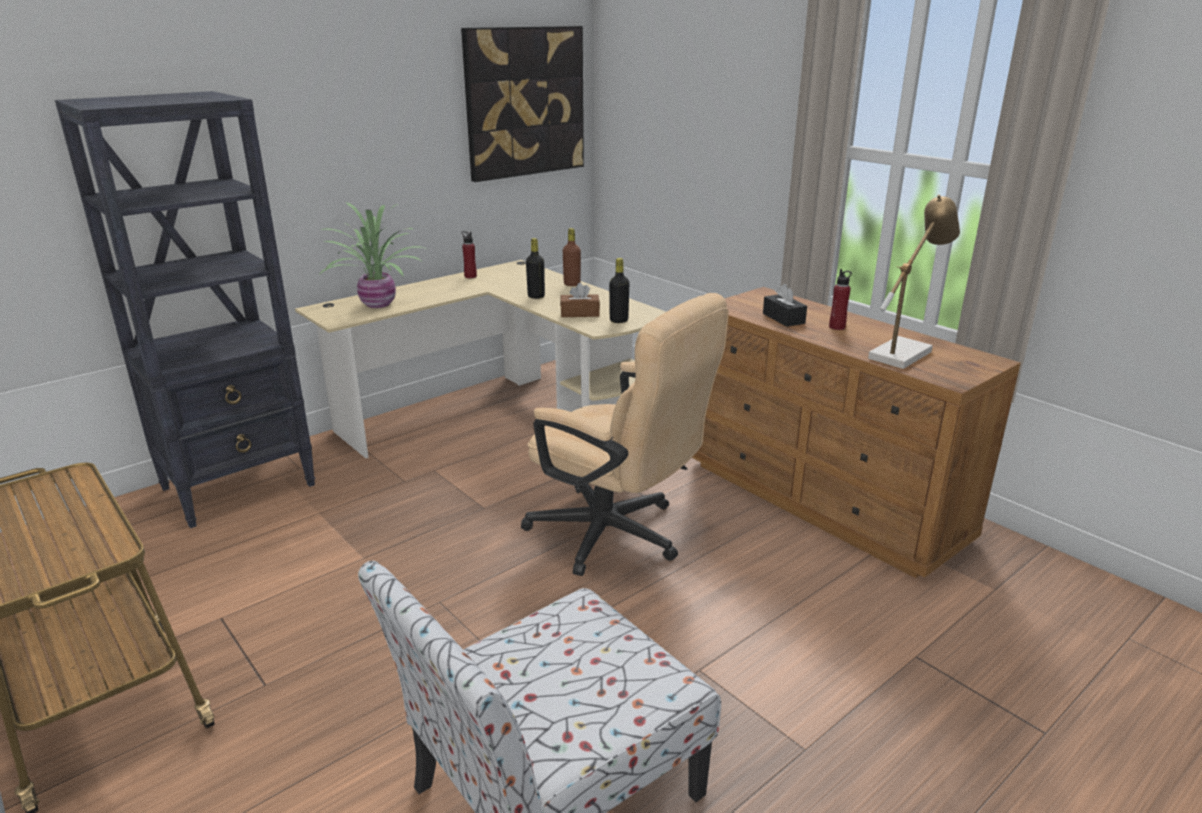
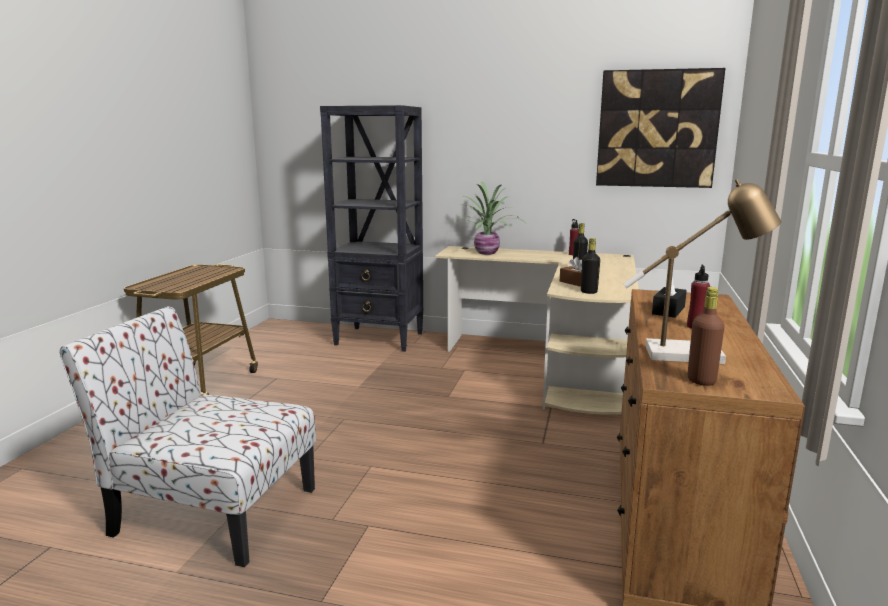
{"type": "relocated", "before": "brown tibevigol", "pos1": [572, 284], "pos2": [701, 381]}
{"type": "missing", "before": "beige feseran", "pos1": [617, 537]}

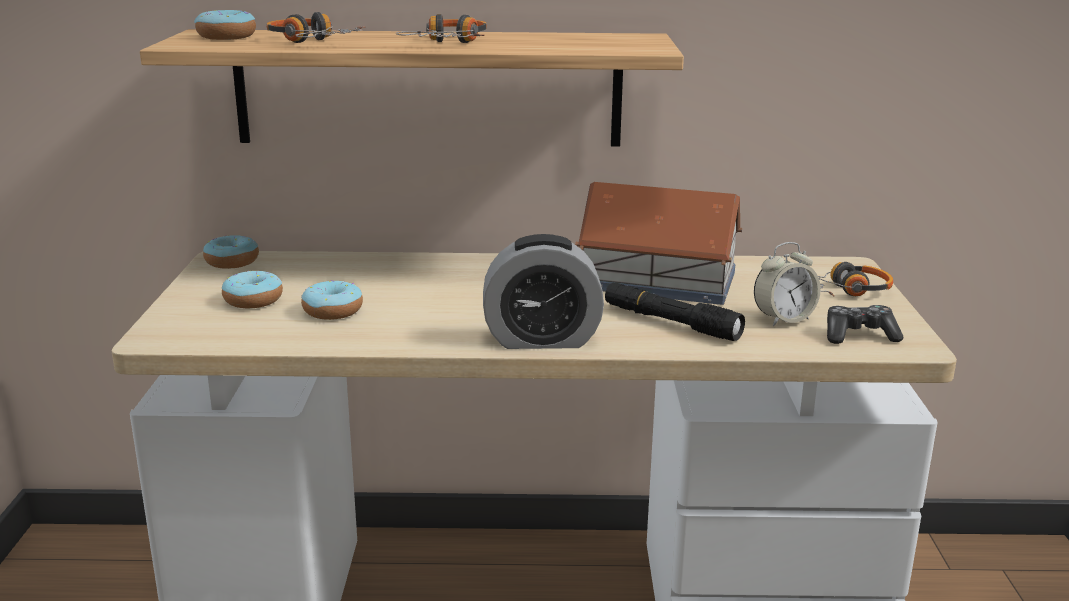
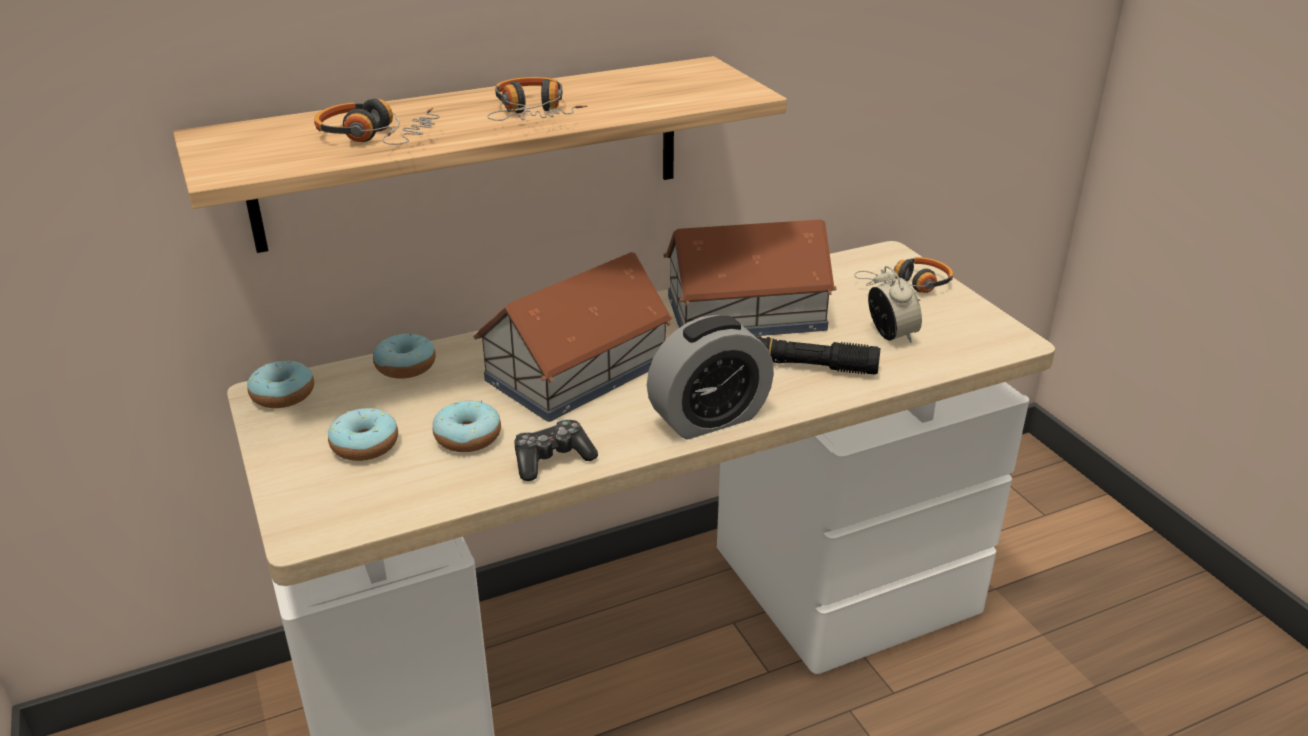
{"type": "relocated", "before": "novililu", "pos1": [226, 37], "pos2": [405, 366]}
{"type": "appeared", "after": "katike", "pos2": [579, 370]}
{"type": "relocated", "before": "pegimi", "pos1": [859, 335], "pos2": [552, 459]}
{"type": "spun", "before": "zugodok", "pos1": [783, 319], "pos2": [891, 335], "turn": -60}

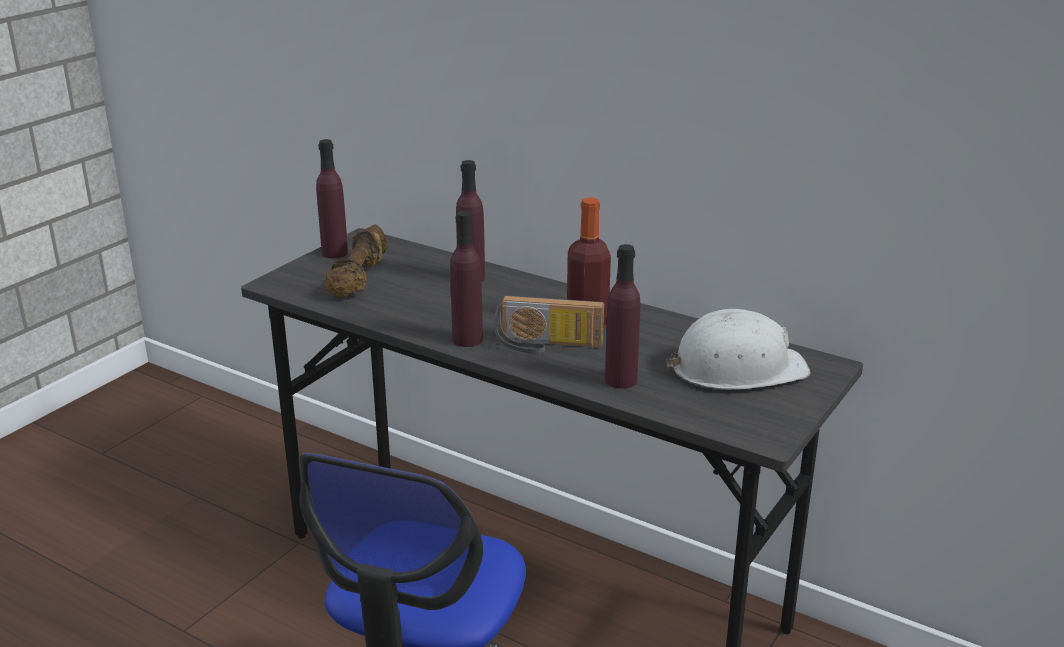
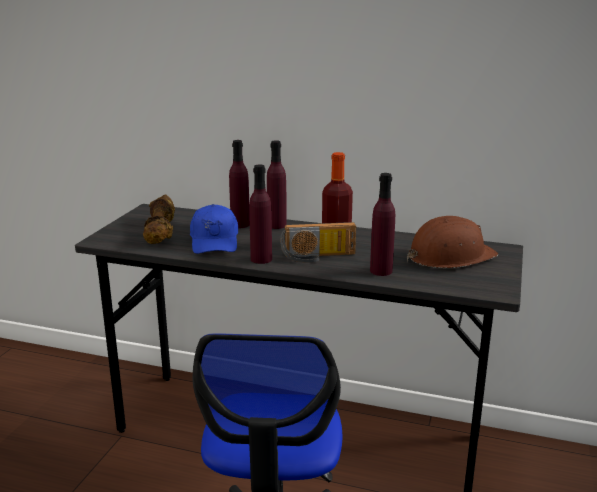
{"type": "appeared", "after": "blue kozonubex", "pos2": [215, 241]}
{"type": "relocated", "before": "purple tibevigol", "pos1": [335, 253], "pos2": [276, 225]}
{"type": "colour", "before": "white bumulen", "after": "brown bumulen", "pos1": [737, 368], "pos2": [449, 256]}

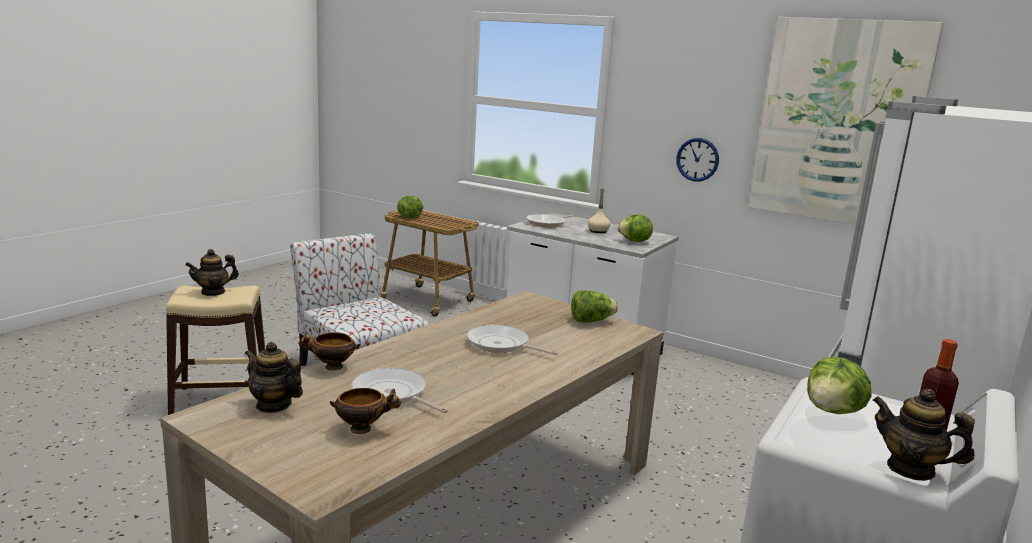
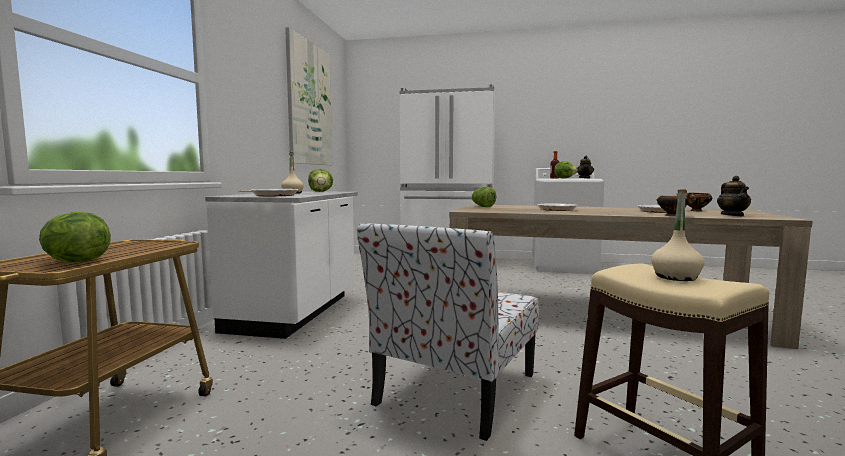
{"type": "exchanged", "before": "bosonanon", "after": "beige tibevigol", "pos1": [213, 292], "pos2": [675, 277]}
{"type": "missing", "before": "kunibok", "pos1": [697, 159]}

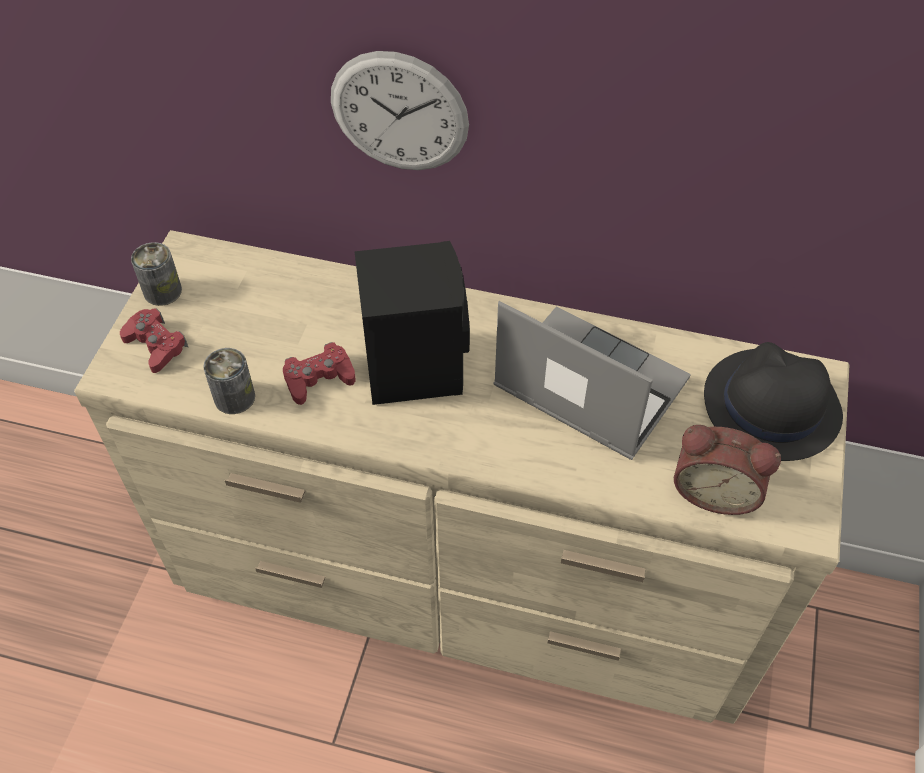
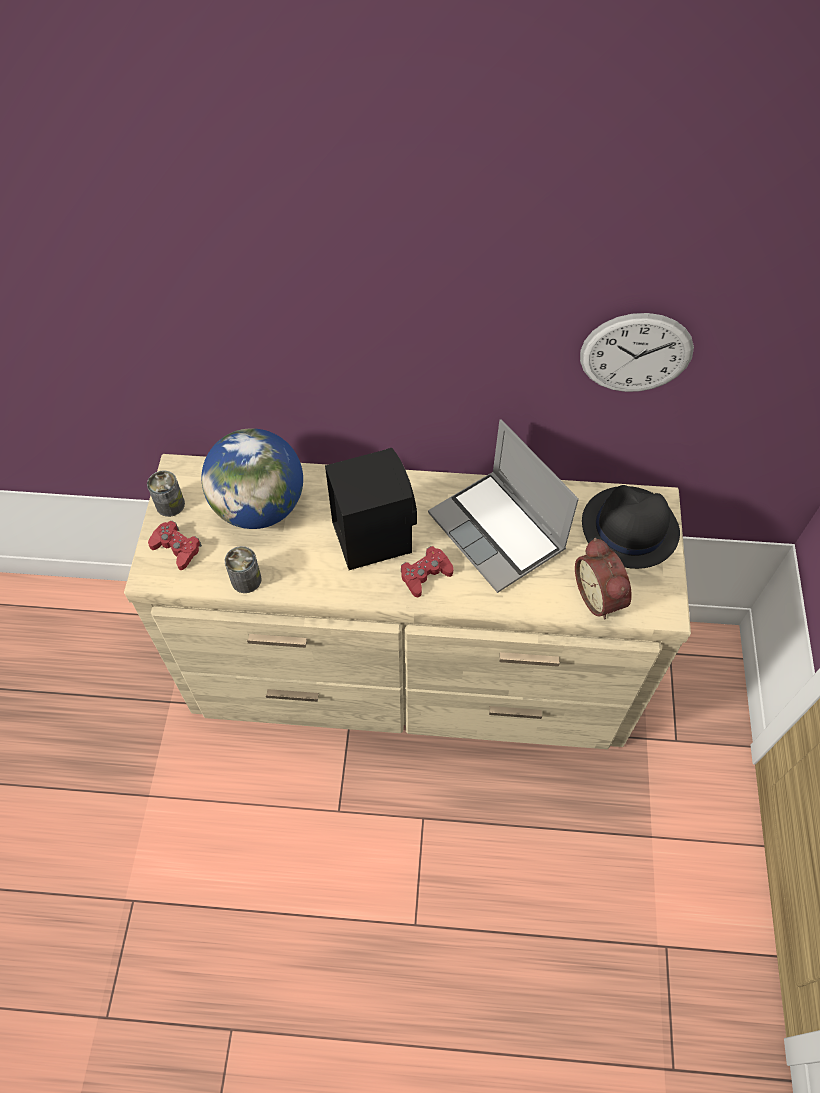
{"type": "appeared", "after": "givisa", "pos2": [259, 506]}
{"type": "relocated", "before": "red pegimi", "pos1": [319, 378], "pos2": [425, 574]}
{"type": "spun", "before": "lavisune", "pos1": [587, 385], "pos2": [499, 532], "turn": -150}
{"type": "spun", "before": "zugodok", "pos1": [715, 489], "pos2": [600, 596], "turn": 60}
{"type": "relocated", "before": "kunibok", "pos1": [399, 113], "pos2": [636, 353]}

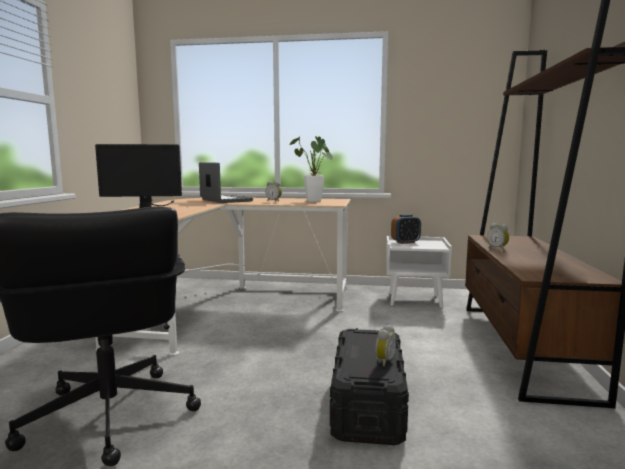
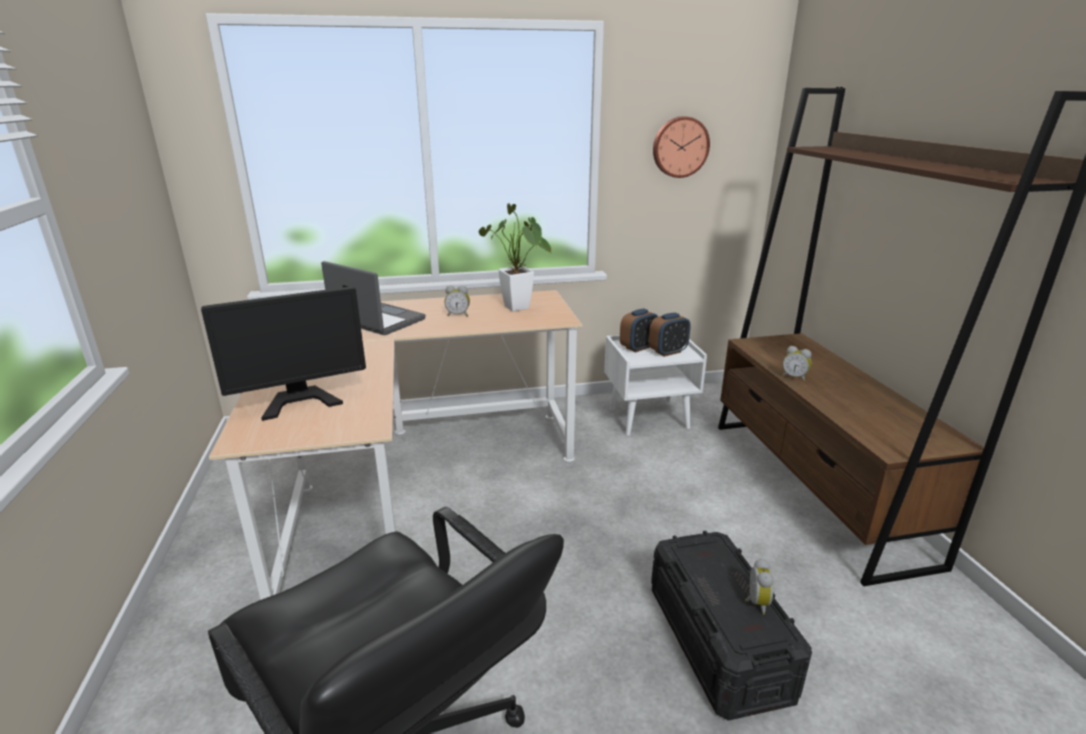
{"type": "appeared", "after": "zugodok", "pos2": [668, 352]}
{"type": "appeared", "after": "kunibok", "pos2": [680, 147]}

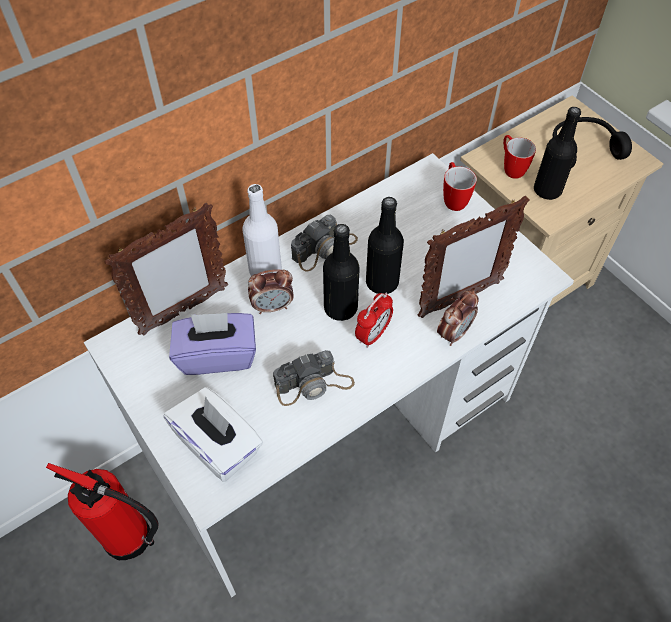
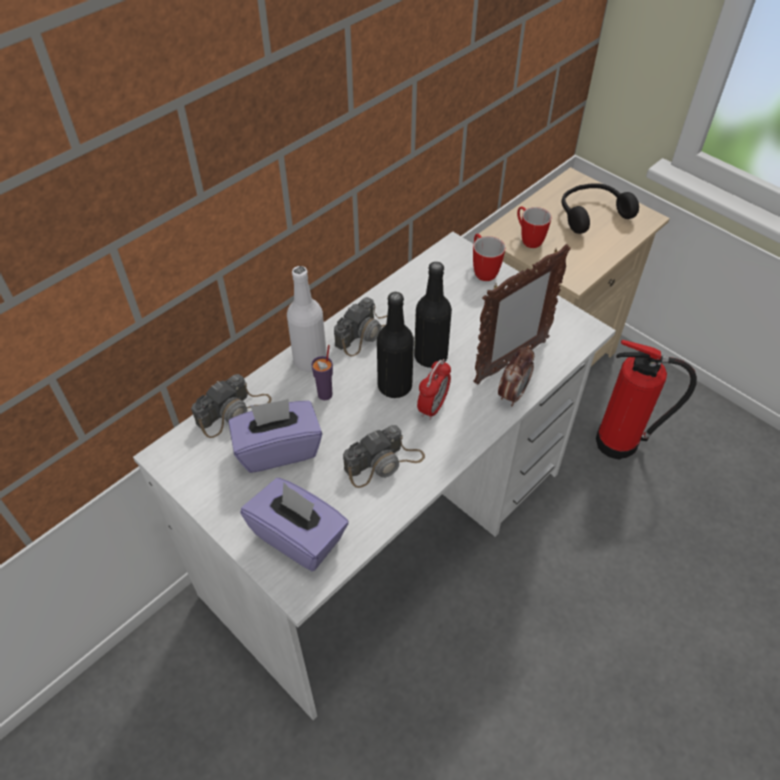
{"type": "exchanged", "before": "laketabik", "after": "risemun", "pos1": [183, 311], "pos2": [233, 411]}
{"type": "colour", "before": "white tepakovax", "after": "purple tepakovax", "pos1": [219, 445], "pos2": [299, 536]}
{"type": "exchanged", "before": "zugodok", "after": "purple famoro", "pos1": [273, 306], "pos2": [325, 394]}
{"type": "relocated", "before": "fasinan", "pos1": [131, 539], "pos2": [621, 443]}
{"type": "missing", "before": "black tibevigol", "pos1": [547, 190]}

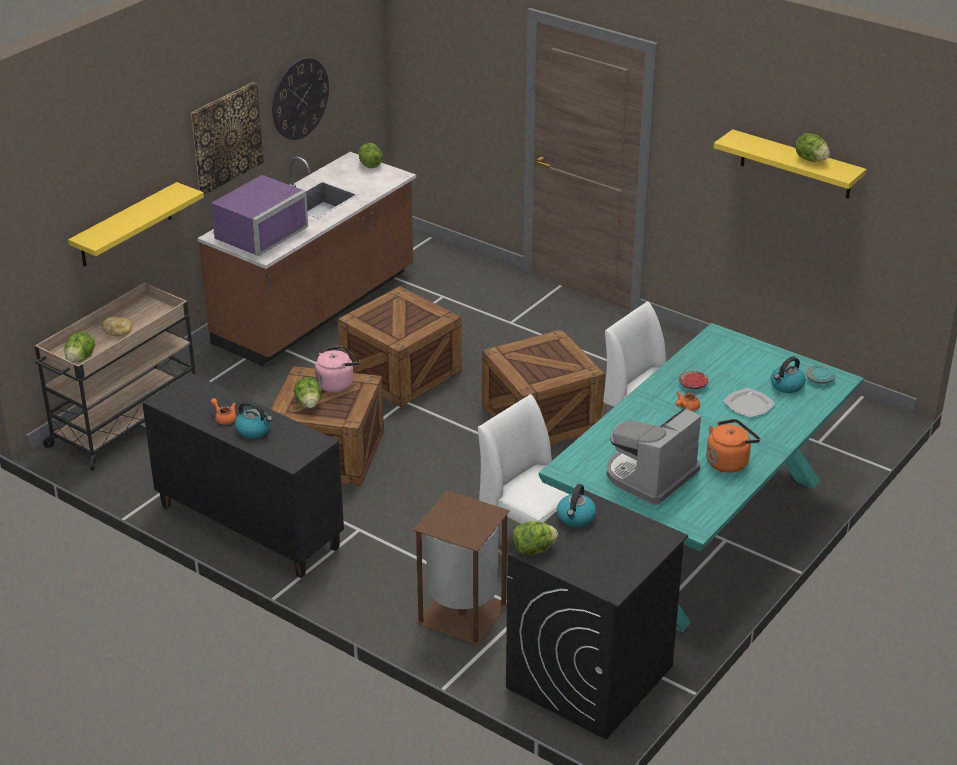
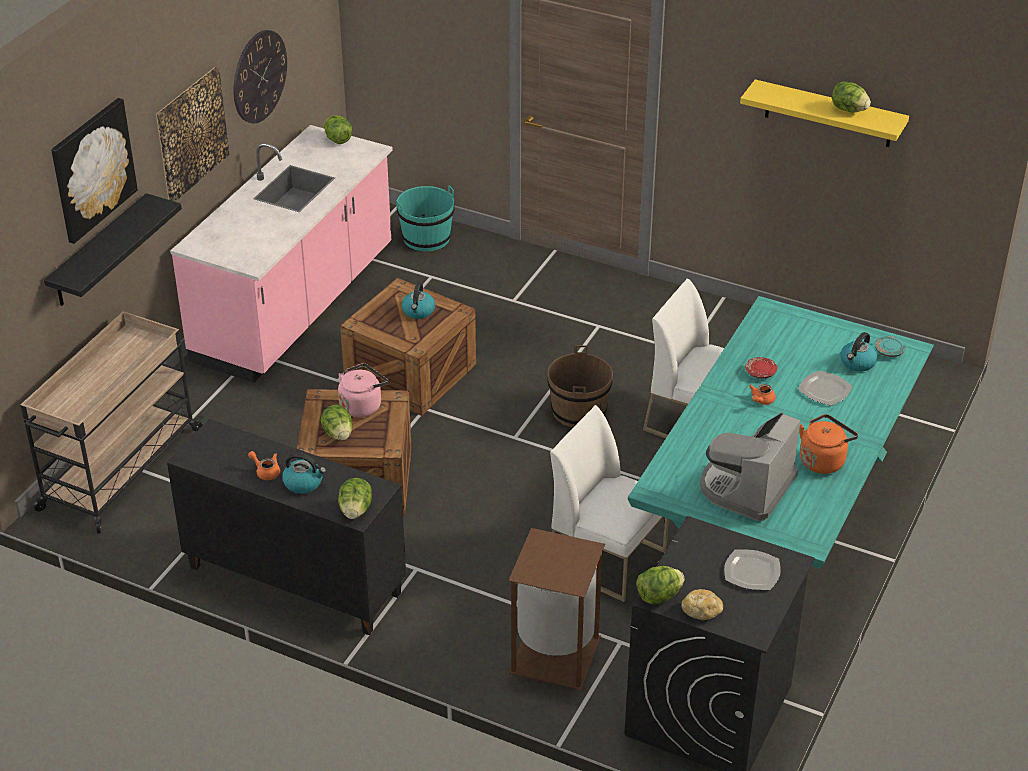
{"type": "colour", "before": "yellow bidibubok", "after": "black bidibubok", "pos1": [125, 225], "pos2": [99, 252]}
{"type": "appeared", "after": "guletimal", "pos2": [92, 169]}
{"type": "colour", "before": "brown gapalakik", "after": "pink gapalakik", "pos1": [316, 308], "pos2": [296, 306]}
{"type": "relocated", "before": "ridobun", "pos1": [80, 358], "pos2": [355, 510]}
{"type": "appeared", "after": "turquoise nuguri", "pos2": [426, 238]}
{"type": "relocated", "before": "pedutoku", "pos1": [576, 518], "pos2": [418, 311]}
{"type": "exchanged", "before": "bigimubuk", "after": "brown nuguri", "pos1": [543, 417], "pos2": [579, 411]}
{"type": "relocated", "before": "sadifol", "pos1": [118, 332], "pos2": [701, 611]}
{"type": "appeared", "after": "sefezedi", "pos2": [752, 572]}
{"type": "missing", "before": "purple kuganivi", "pos1": [257, 232]}

